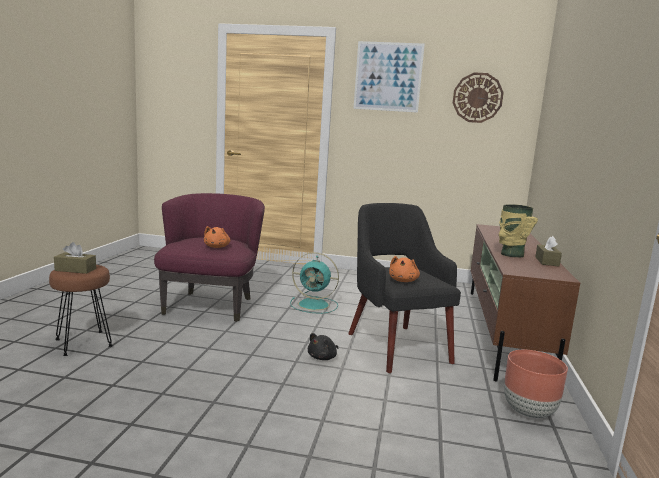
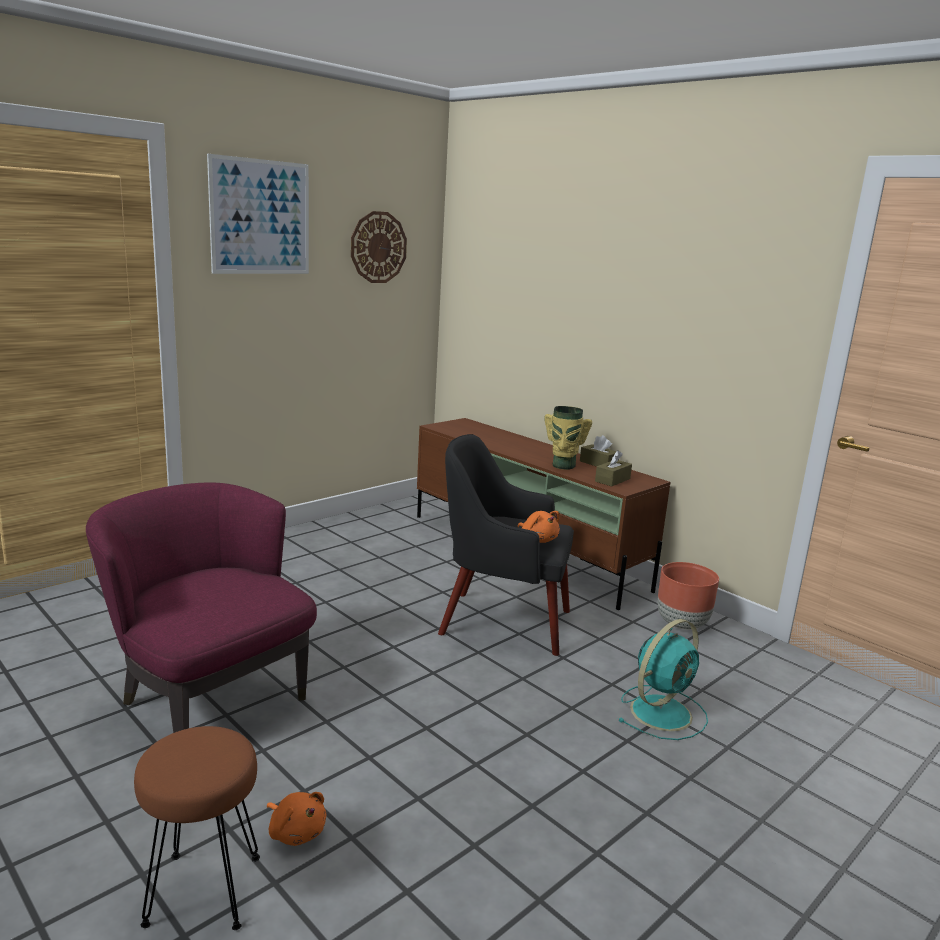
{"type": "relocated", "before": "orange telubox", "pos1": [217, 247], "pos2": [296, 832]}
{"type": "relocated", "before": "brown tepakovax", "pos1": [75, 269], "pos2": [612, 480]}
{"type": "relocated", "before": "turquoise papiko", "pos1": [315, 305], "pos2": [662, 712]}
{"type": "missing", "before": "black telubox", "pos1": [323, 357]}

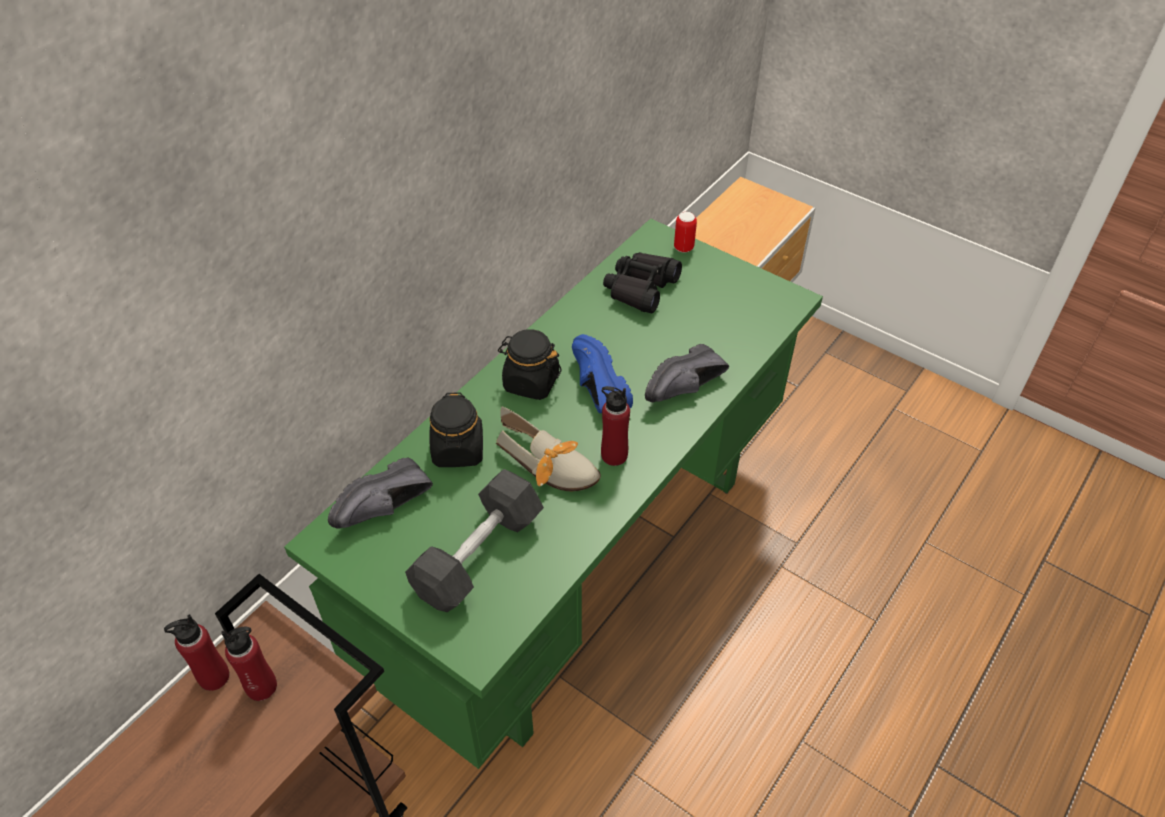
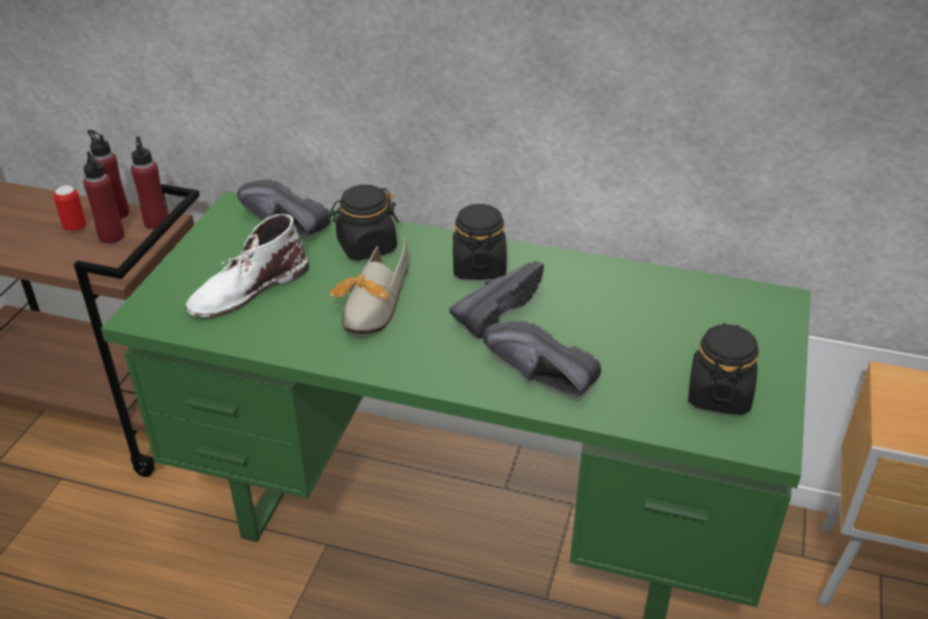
{"type": "relocated", "before": "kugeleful", "pos1": [683, 247], "pos2": [75, 227]}
{"type": "relocated", "before": "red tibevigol", "pos1": [614, 455], "pos2": [156, 222]}
{"type": "exchanged", "before": "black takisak", "after": "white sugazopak", "pos1": [478, 554], "pos2": [247, 289]}
{"type": "colour", "before": "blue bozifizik", "after": "black bozifizik", "pos1": [593, 388], "pos2": [496, 309]}
{"type": "appeared", "after": "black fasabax", "pos2": [718, 394]}
{"type": "missing", "before": "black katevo", "pos1": [640, 288]}

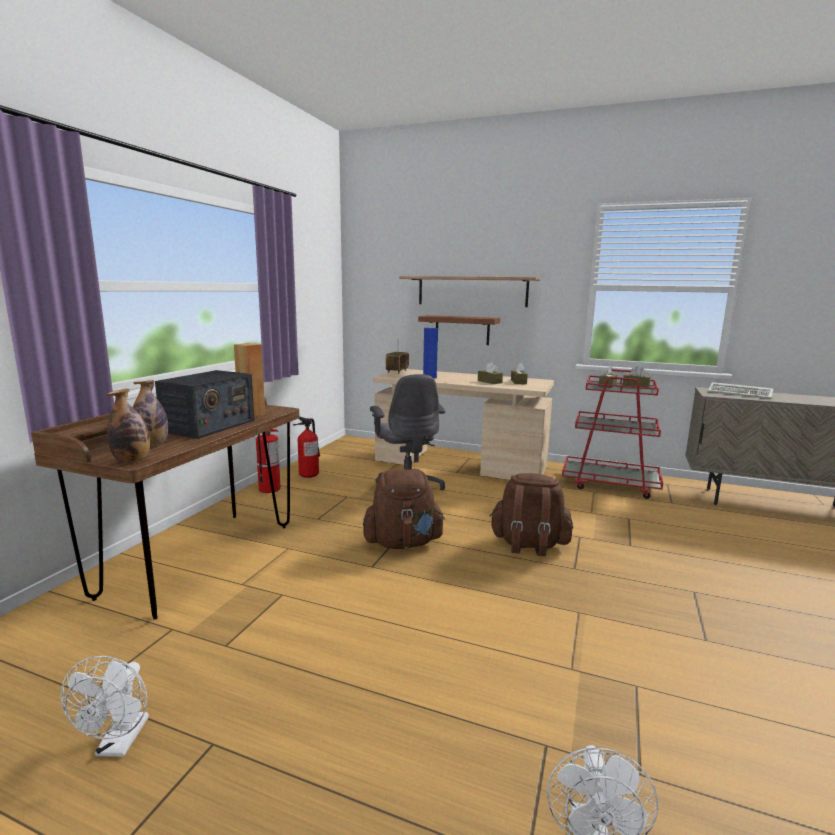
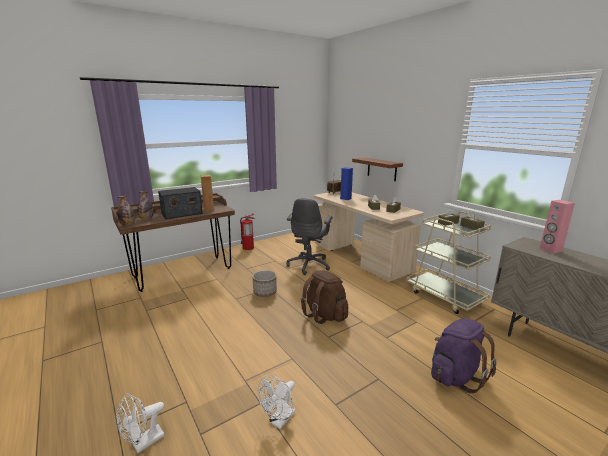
{"type": "exchanged", "before": "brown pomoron", "after": "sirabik", "pos1": [403, 543], "pos2": [265, 292]}
{"type": "relocated", "before": "white papiko", "pos1": [119, 744], "pos2": [279, 420]}
{"type": "colour", "before": "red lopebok", "after": "beige lopebok", "pos1": [610, 484], "pos2": [444, 296]}
{"type": "appeared", "after": "purple pomoron", "pos2": [455, 376]}
{"type": "exchanged", "before": "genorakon", "after": "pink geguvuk", "pos1": [741, 393], "pos2": [550, 250]}
{"type": "missing", "before": "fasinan", "pos1": [309, 475]}
{"type": "missing", "before": "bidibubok", "pos1": [472, 291]}

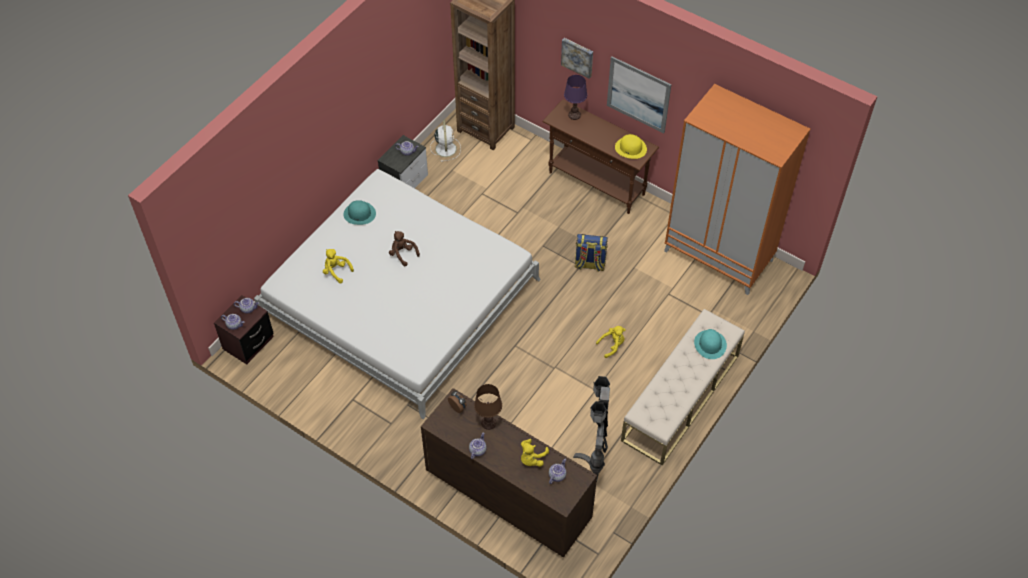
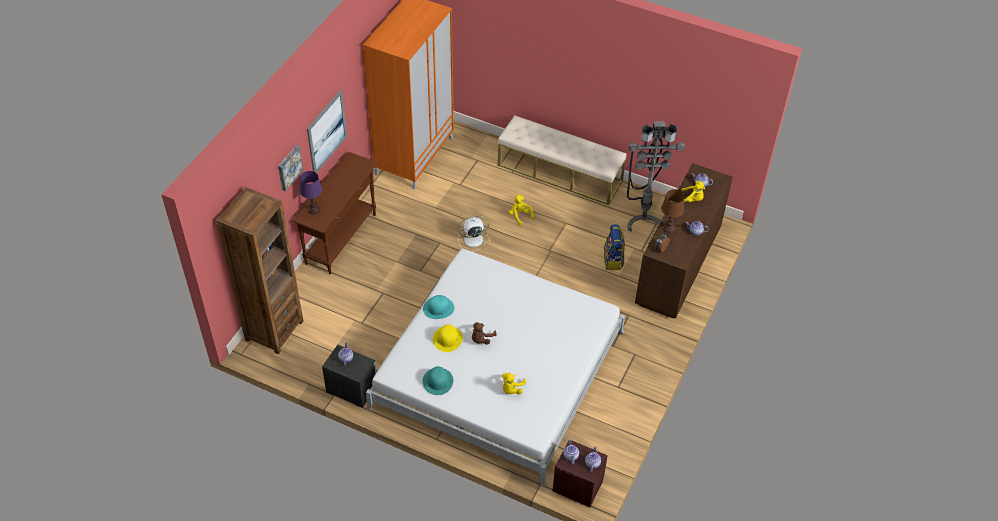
{"type": "relocated", "before": "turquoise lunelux", "pos1": [710, 344], "pos2": [438, 308]}
{"type": "relocated", "before": "yellow lunelux", "pos1": [631, 148], "pos2": [447, 338]}
{"type": "relocated", "before": "white papiko", "pos1": [445, 148], "pos2": [472, 240]}
{"type": "relocated", "before": "pomoron", "pos1": [589, 264], "pos2": [613, 260]}

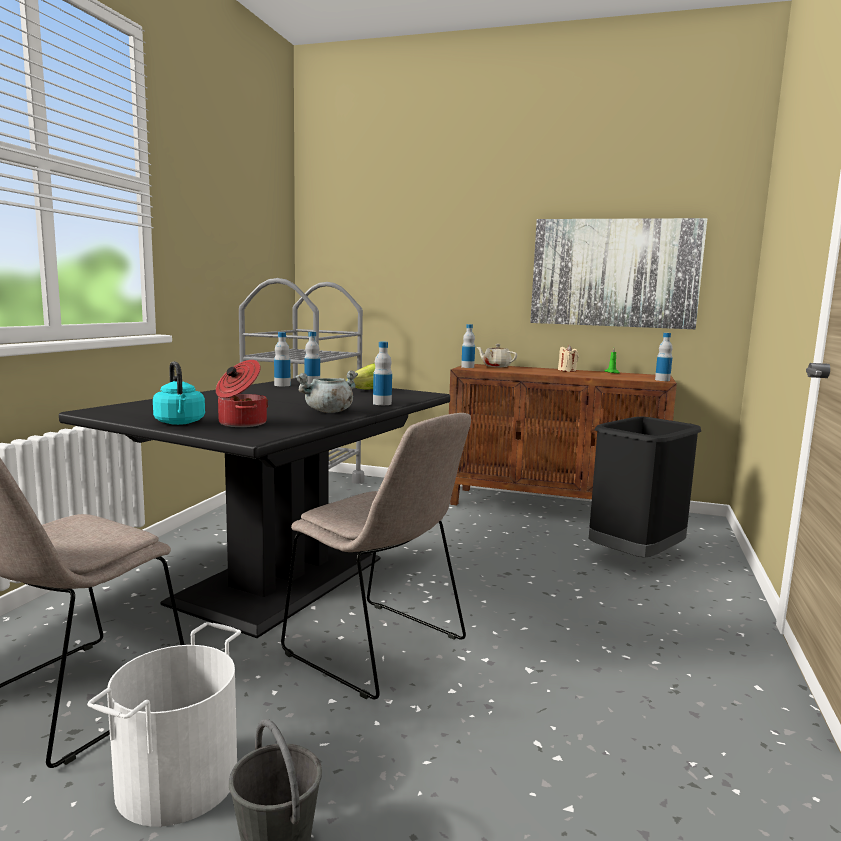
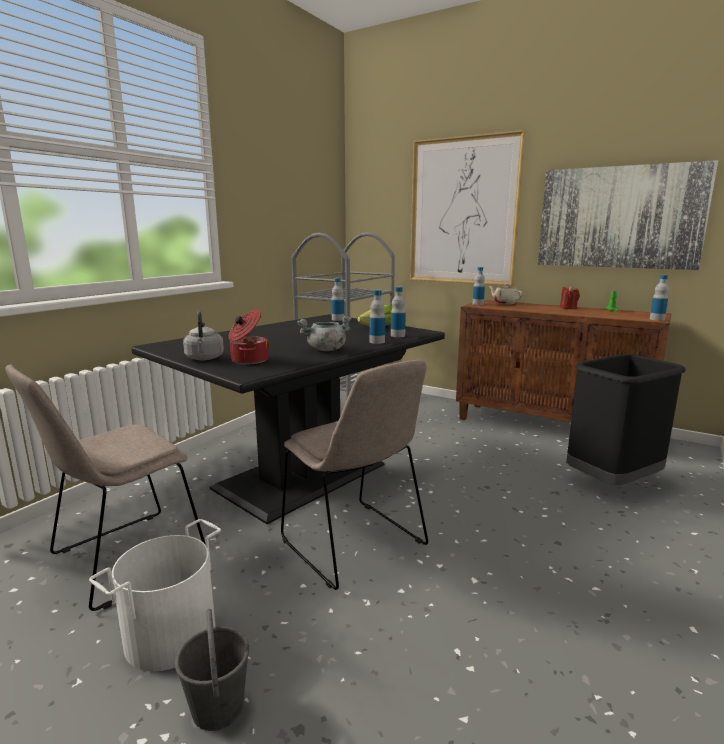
{"type": "colour", "before": "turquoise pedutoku", "after": "grey pedutoku", "pos1": [180, 423], "pos2": [204, 358]}
{"type": "relocated", "before": "tibevigol", "pos1": [282, 385], "pos2": [397, 335]}
{"type": "appeared", "after": "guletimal", "pos2": [463, 212]}
{"type": "colour", "before": "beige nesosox", "after": "red nesosox", "pos1": [567, 370], "pos2": [568, 308]}

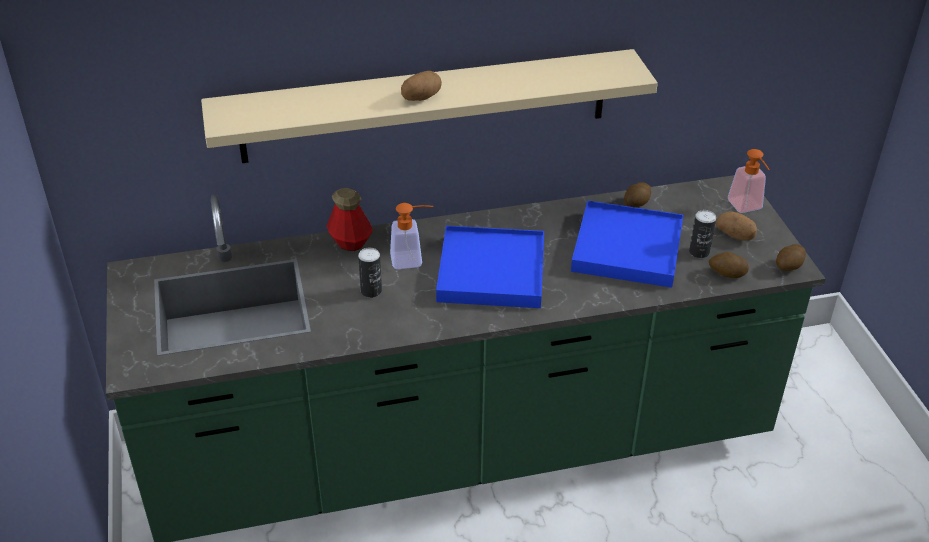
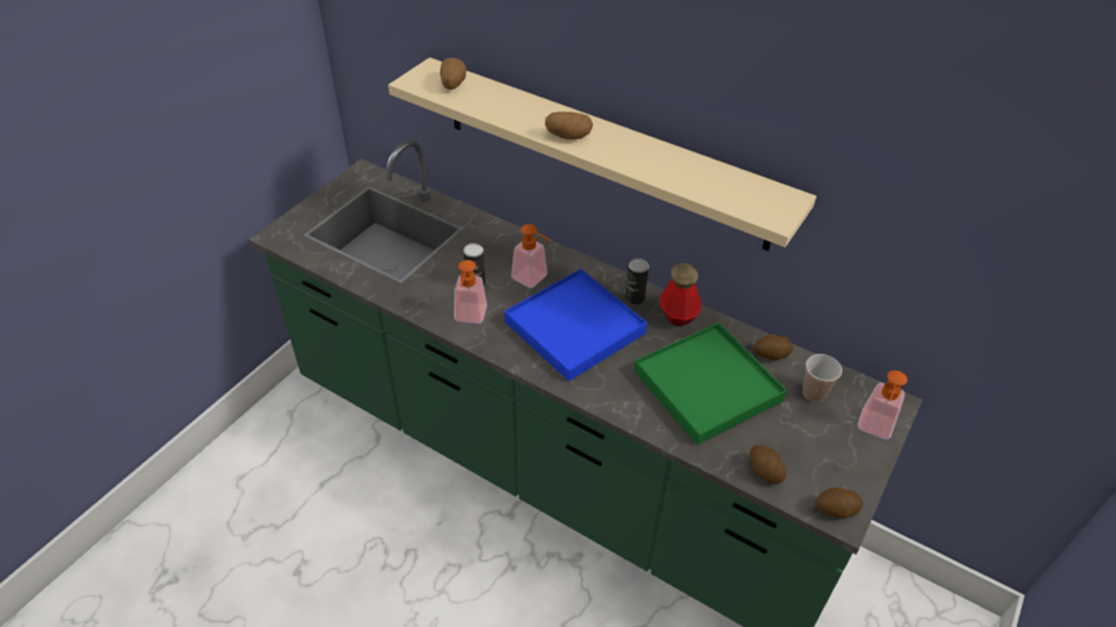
{"type": "relocated", "before": "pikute", "pos1": [735, 235], "pos2": [452, 84]}
{"type": "appeared", "after": "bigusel", "pos2": [469, 318]}
{"type": "relocated", "before": "kugeleful", "pos1": [699, 252], "pos2": [634, 298]}
{"type": "colour", "before": "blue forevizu", "after": "green forevizu", "pos1": [627, 248], "pos2": [707, 385]}
{"type": "relocated", "before": "tibevigol", "pos1": [350, 242], "pos2": [678, 315]}
{"type": "appeared", "after": "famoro", "pos2": [814, 393]}

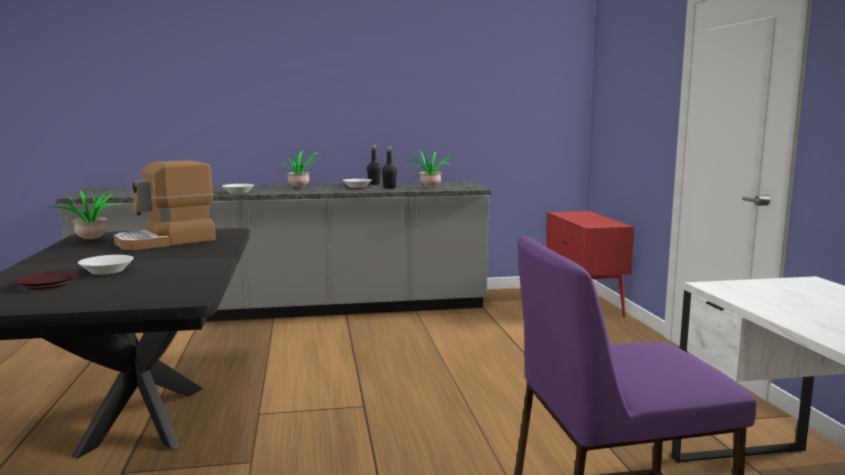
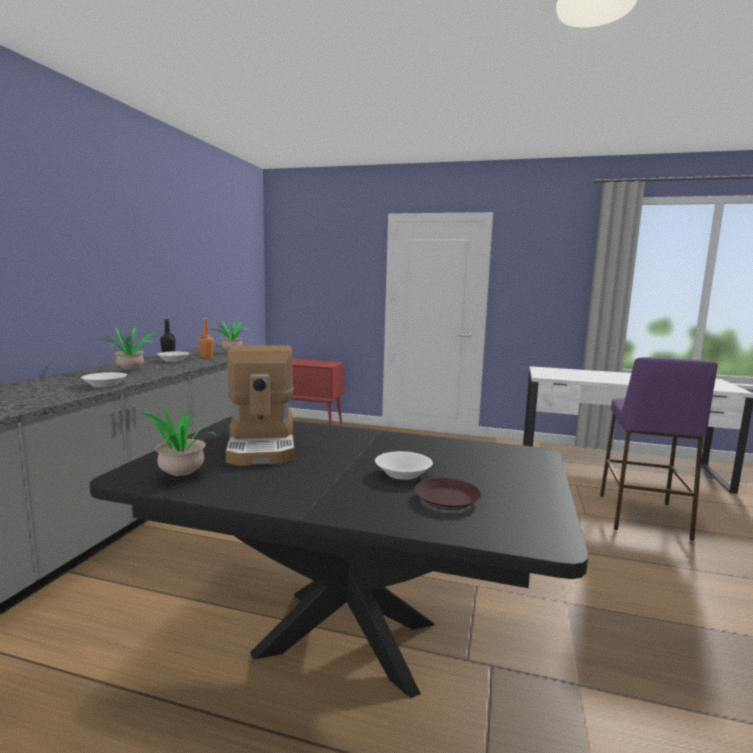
{"type": "colour", "before": "black tibevigol", "after": "orange tibevigol", "pos1": [389, 188], "pos2": [206, 357]}

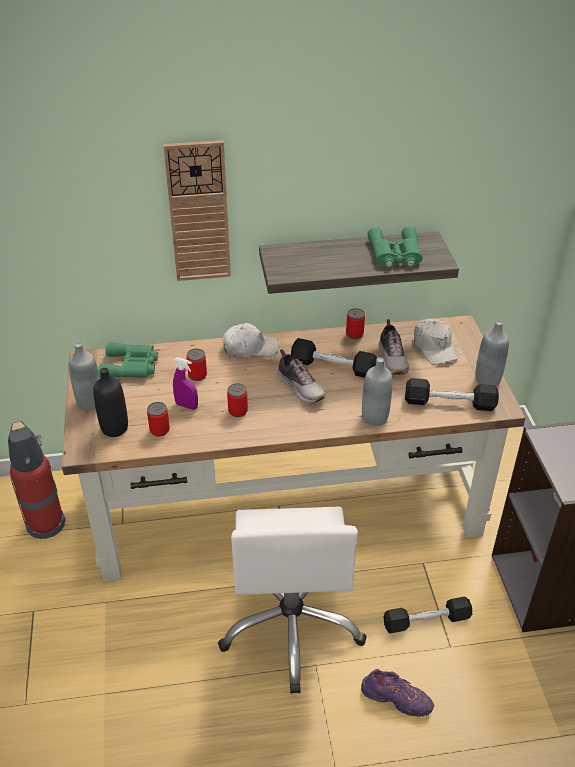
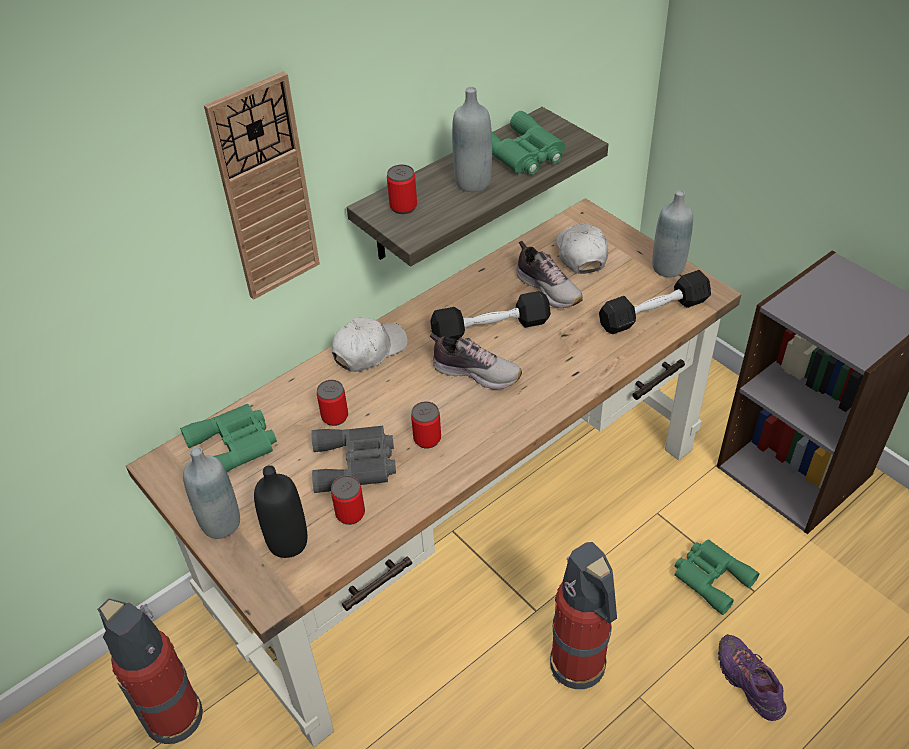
{"type": "exchanged", "before": "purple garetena", "after": "grey katevo", "pos1": [186, 406], "pos2": [356, 463]}
{"type": "relocated", "before": "kugeleful", "pos1": [354, 334], "pos2": [403, 206]}
{"type": "relocated", "before": "grey tibevigol", "pos1": [374, 417], "pos2": [473, 182]}
{"type": "exchanged", "before": "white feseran", "after": "fasinan", "pos1": [292, 625], "pos2": [579, 666]}
{"type": "spun", "before": "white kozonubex", "pos1": [434, 347], "pos2": [581, 254], "turn": -135}
{"type": "exchanged", "before": "black takisak", "after": "green katevo", "pos1": [426, 621], "pos2": [710, 576]}
{"type": "spun", "before": "purple bozifizik", "pos1": [396, 699], "pos2": [748, 683], "turn": -105}

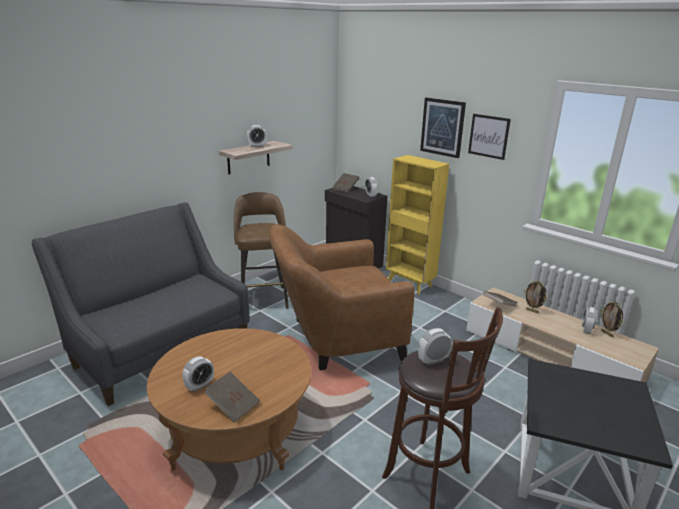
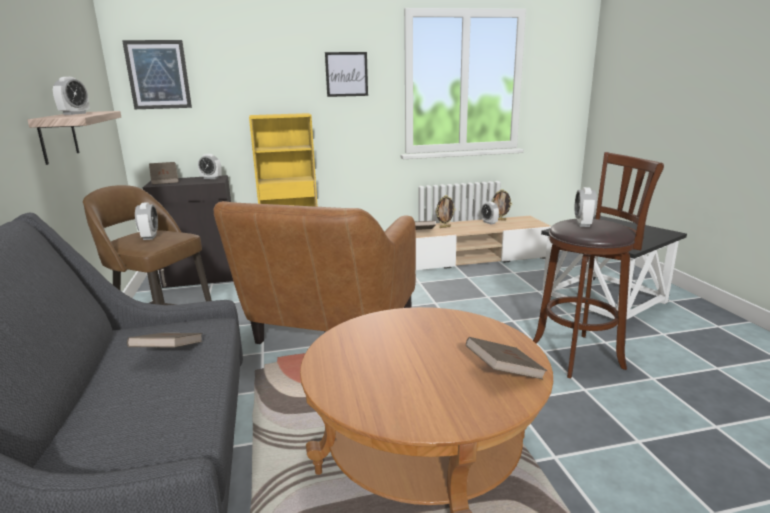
{"type": "relocated", "before": "guletimal", "pos1": [442, 127], "pos2": [158, 75]}
{"type": "appeared", "after": "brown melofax", "pos2": [169, 354]}
{"type": "relocated", "before": "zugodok", "pos1": [199, 386], "pos2": [150, 237]}

